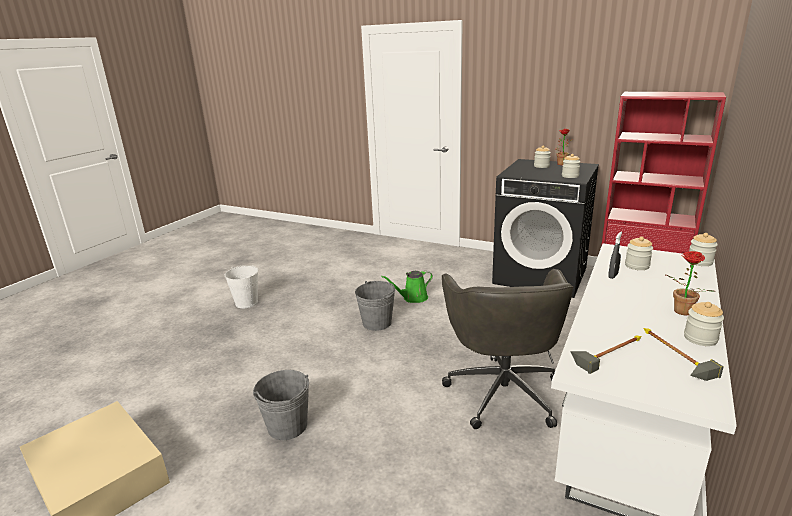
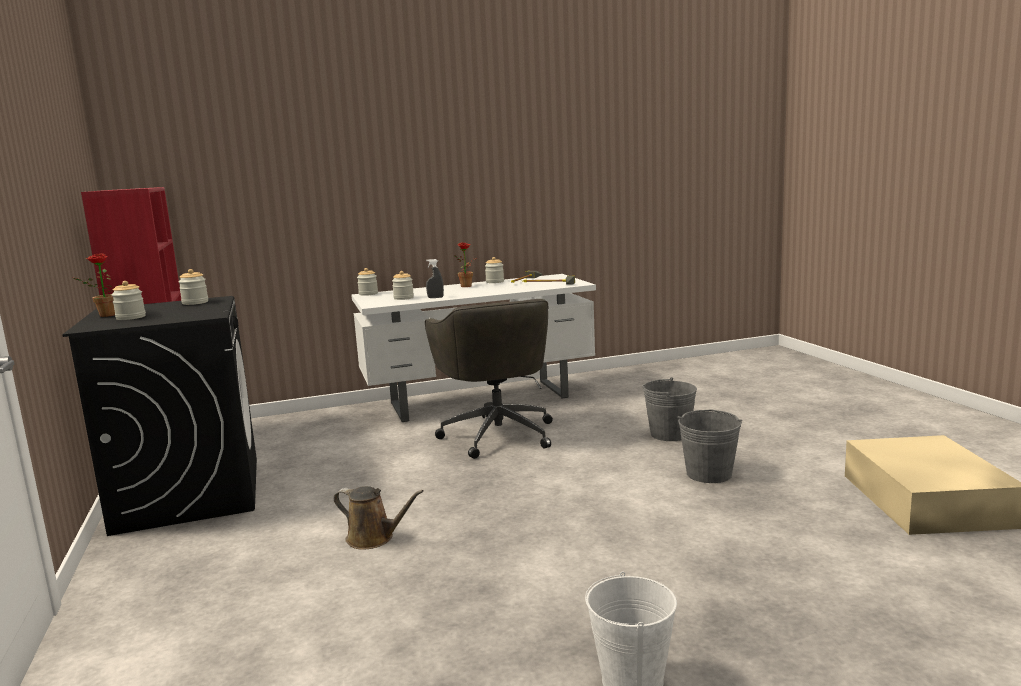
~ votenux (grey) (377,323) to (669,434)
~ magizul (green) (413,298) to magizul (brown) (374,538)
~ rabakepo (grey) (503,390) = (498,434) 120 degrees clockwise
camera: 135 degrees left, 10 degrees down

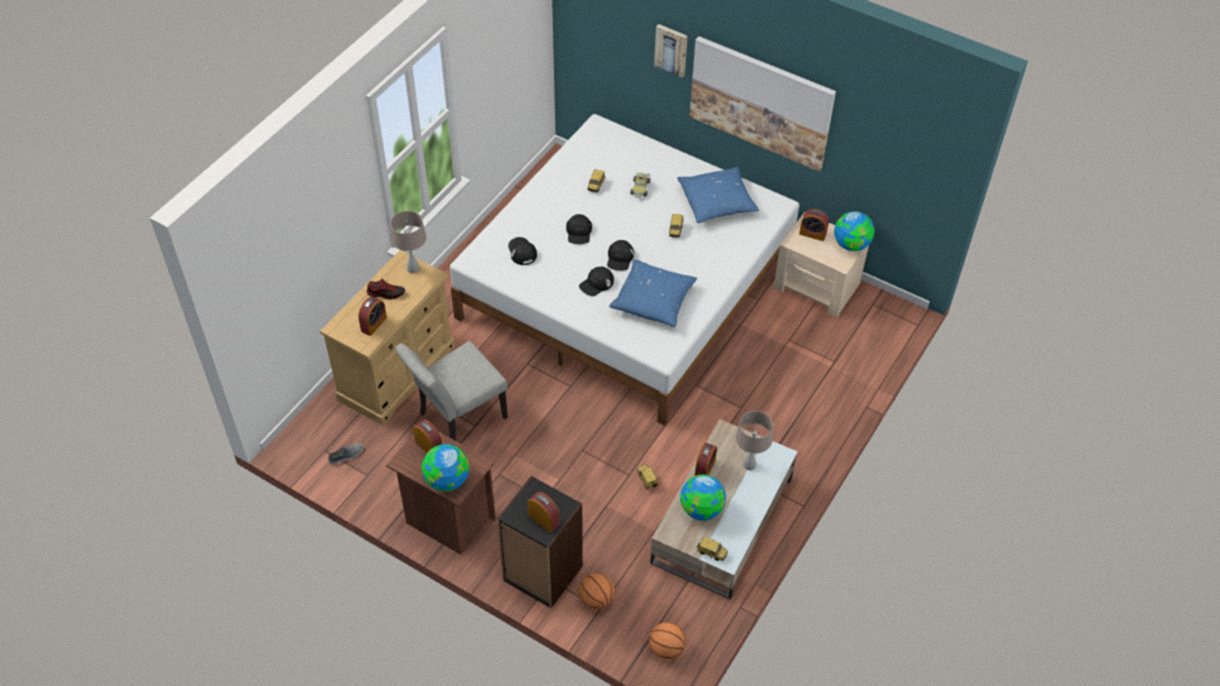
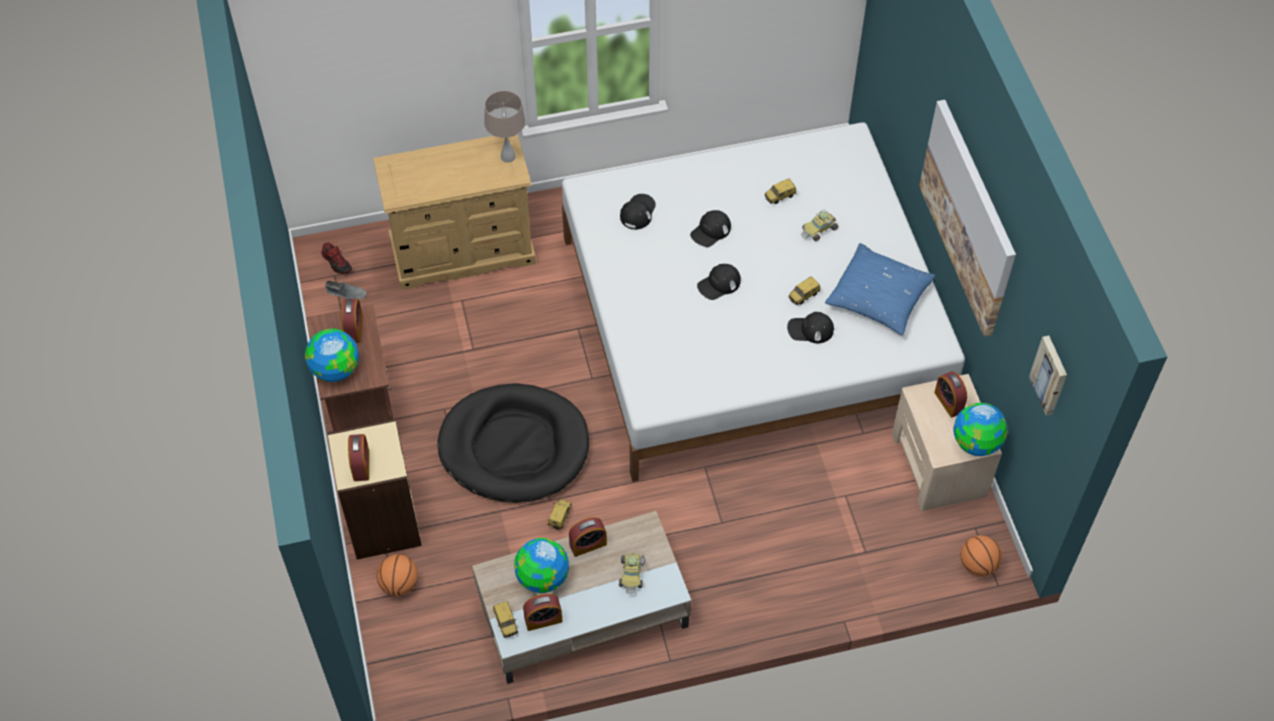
- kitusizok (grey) (457,418)
- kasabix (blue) (653,300)
+ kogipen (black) (514,447)
~ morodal (374,324) to (543,619)
~ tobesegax (386,293) to (337,262)
~ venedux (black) (596,283) to (810,329)
~ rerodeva (666,648) to (977,565)
~ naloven (671,49) to (1050,375)
~ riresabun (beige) (749,464) to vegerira (632,574)
~ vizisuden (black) (542,573) to vizisuden (beige) (382,524)
camera: 45 degrees right, 5 degrees up

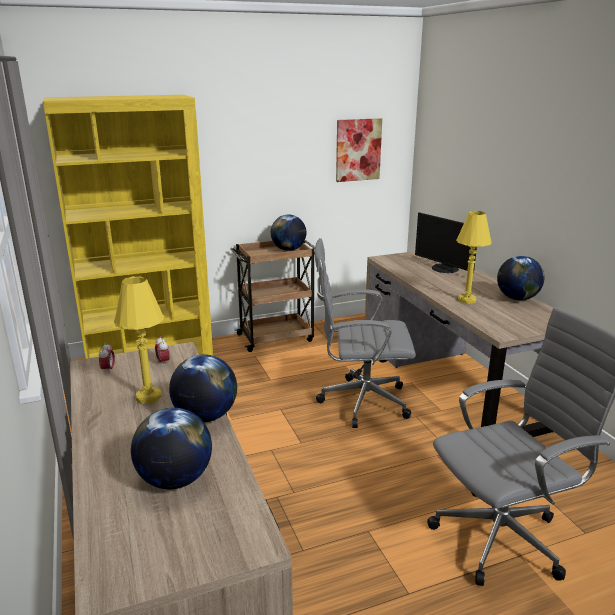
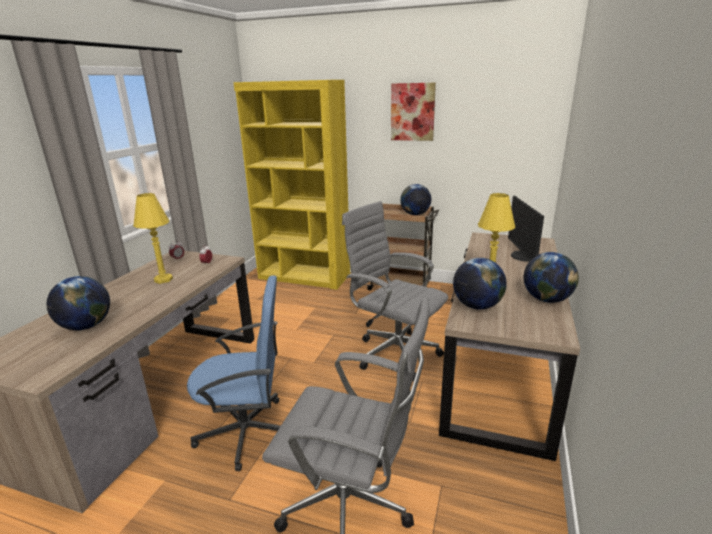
+ rabakepo (blue) (247,431)
~ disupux (205,416) to (477,306)
~ naloven (358,150) to (412,112)
camera: 40 degrees right, 0 degrees up

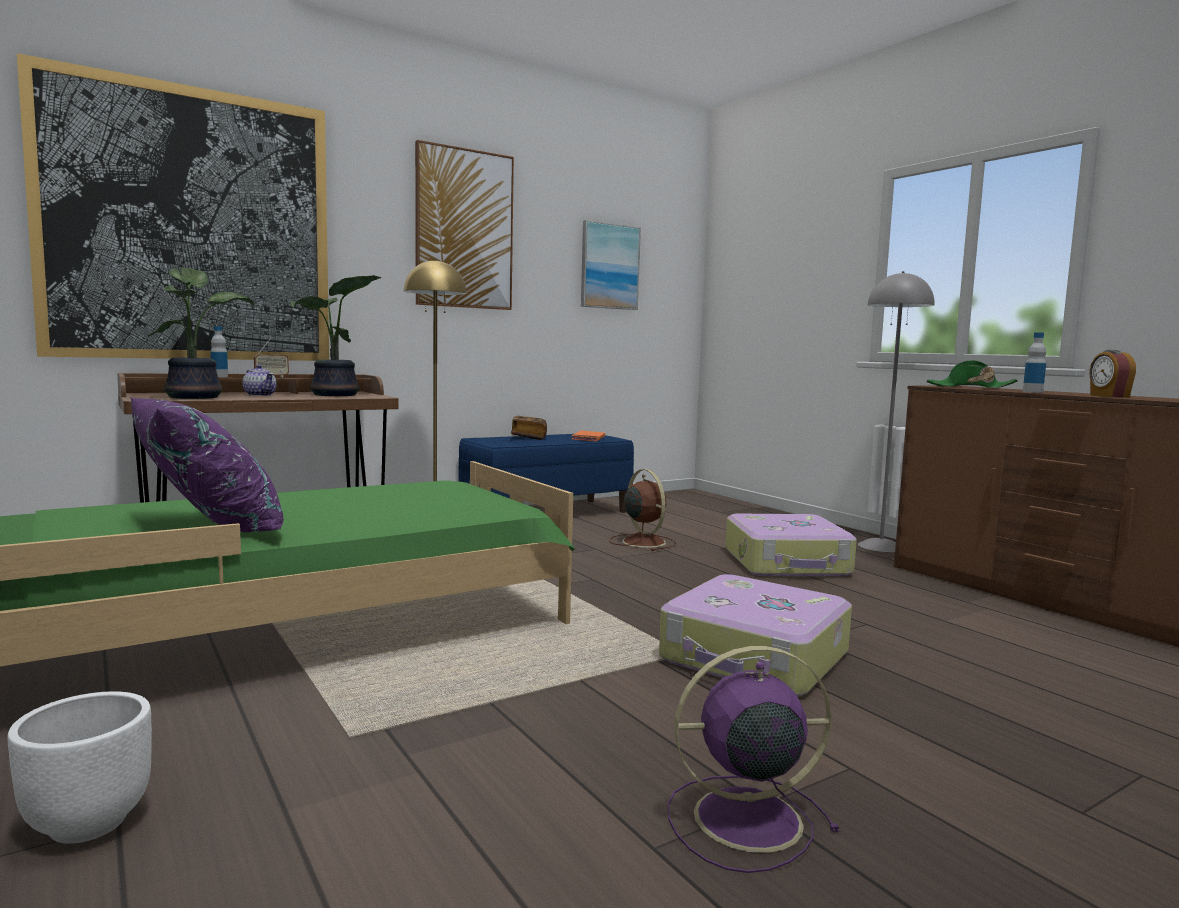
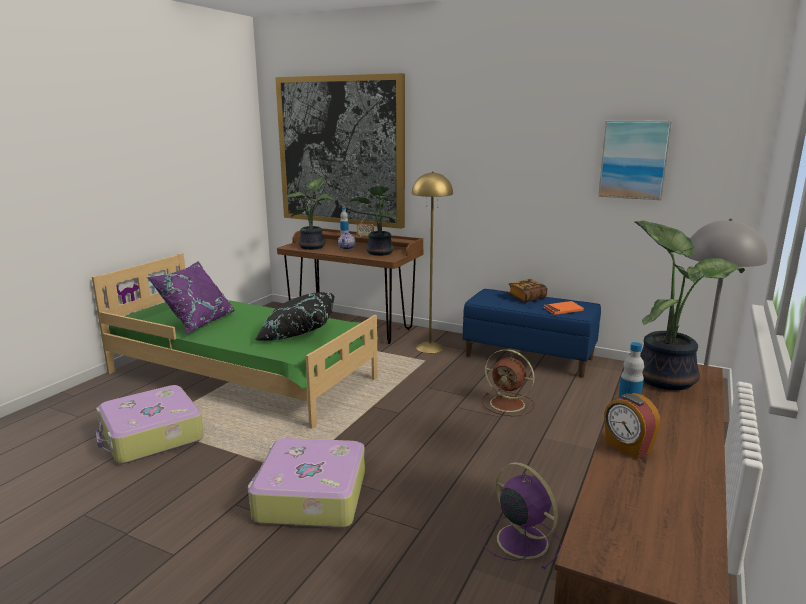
- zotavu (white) (87,823)
- naloven (464,229)
+ kasabix (black) (297,333)
~ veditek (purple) (742,819) to (520,540)
~ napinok (787,563) to (151,436)
~ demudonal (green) (970,387) to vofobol (665,378)
~ veditek (brown) (642,541) = (509,404) 90 degrees clockwise
~ morodal (1108,396) = (627,447) 90 degrees counterclockwise
camera: 60 degrees right, 10 degrees up

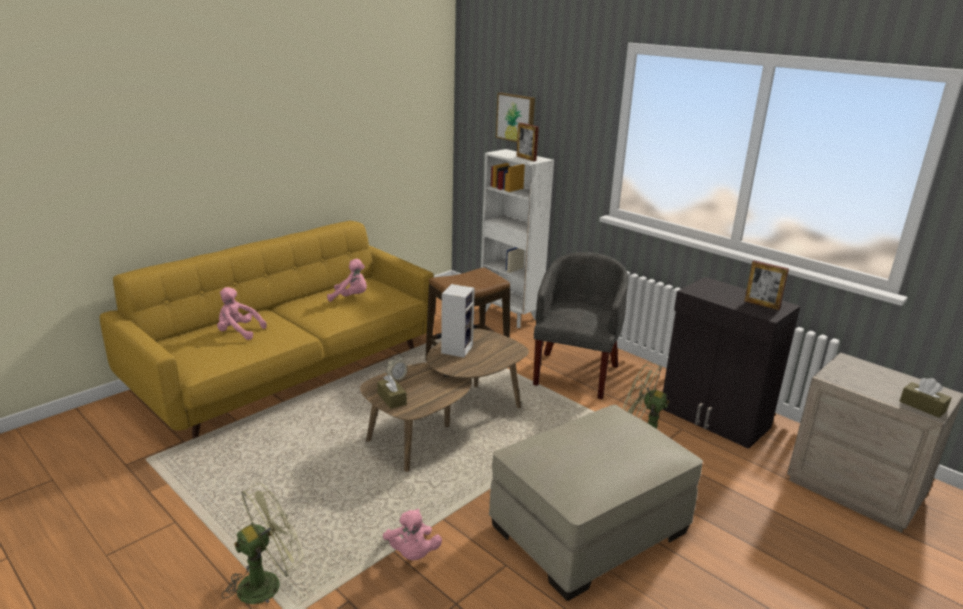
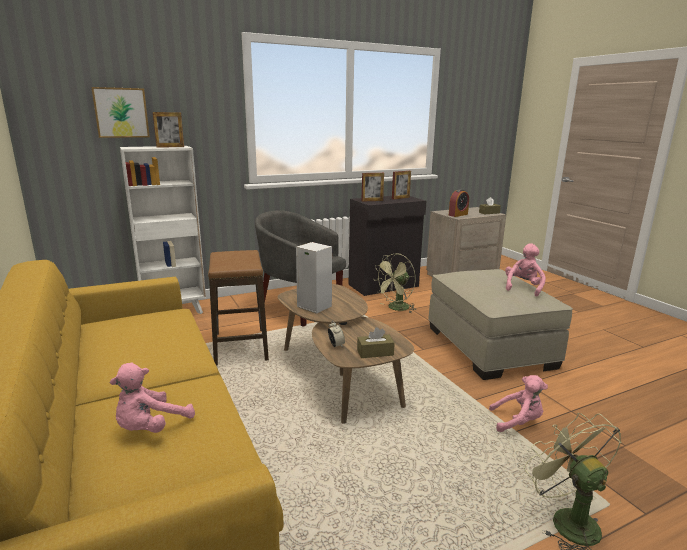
+ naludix (372,200)
+ morodal (458,215)
~ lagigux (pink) (351,297) to (523,287)
camera: 70 degrees left, 5 degrees down

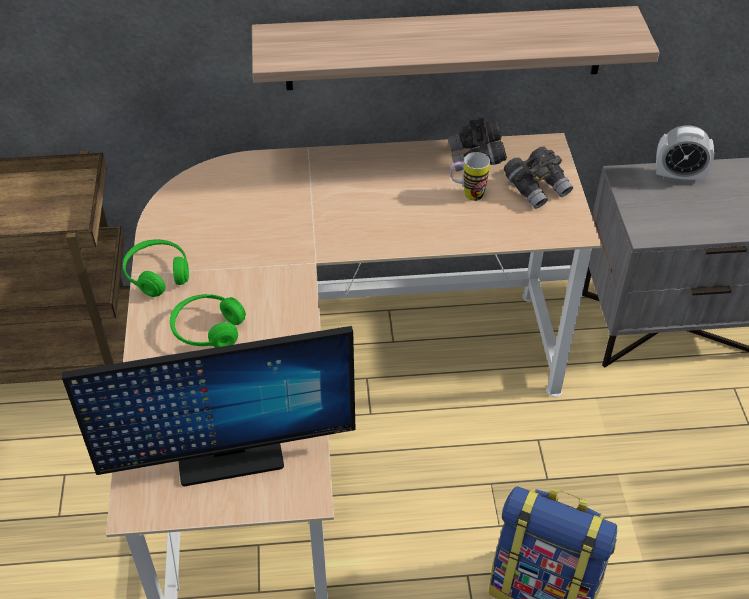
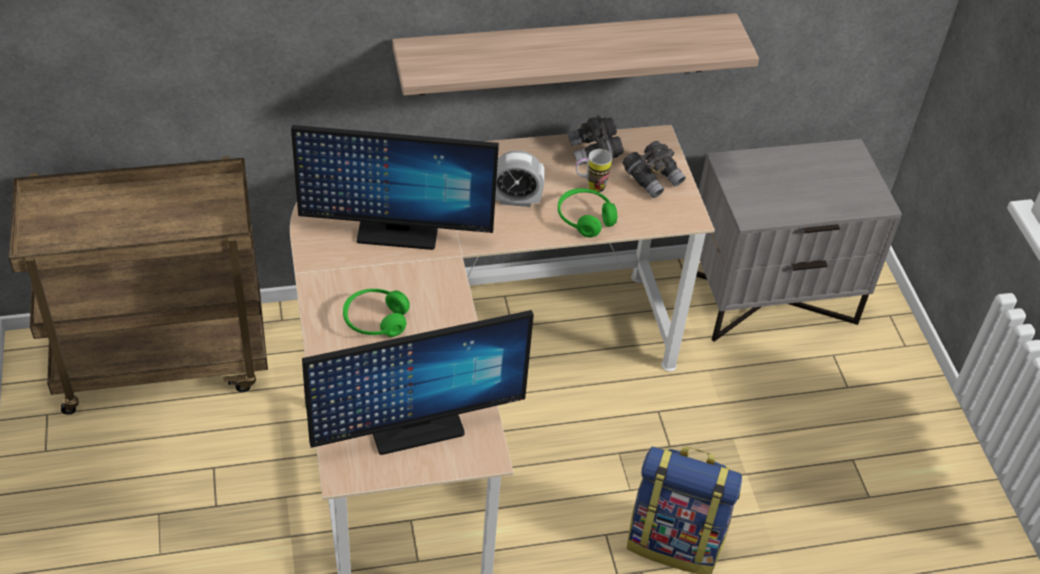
+ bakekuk (397,232)
~ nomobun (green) (158,274) to (585,218)
~ morodal (678,176) to (515,200)
camera: 10 degrees left, 0 degrees up

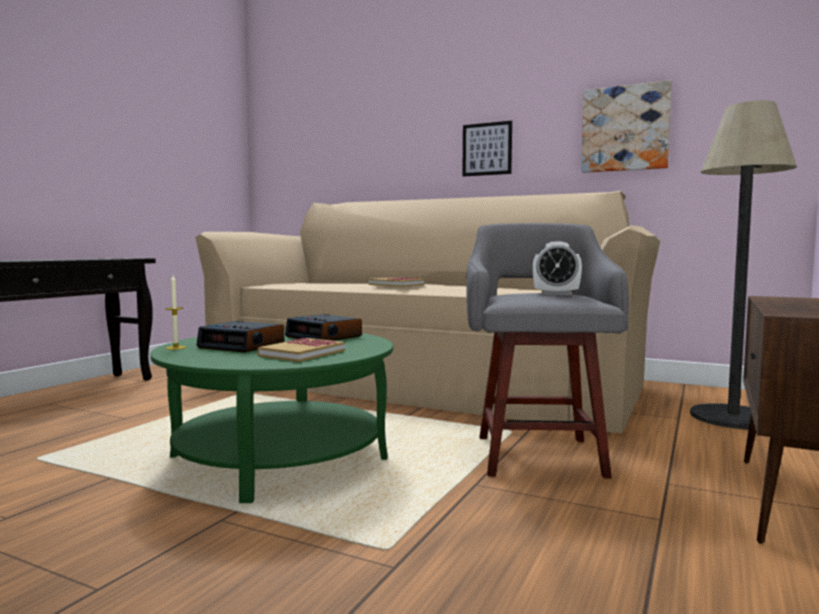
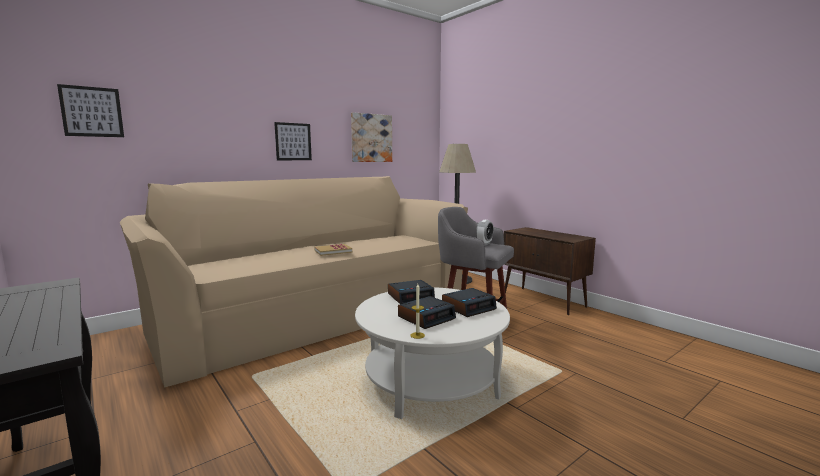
+ naloven (92,112)
~ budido (302,353) to morodal (468,307)
~ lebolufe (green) (279,458) to lebolufe (white) (431,380)
camera: 65 degrees left, 5 degrees up

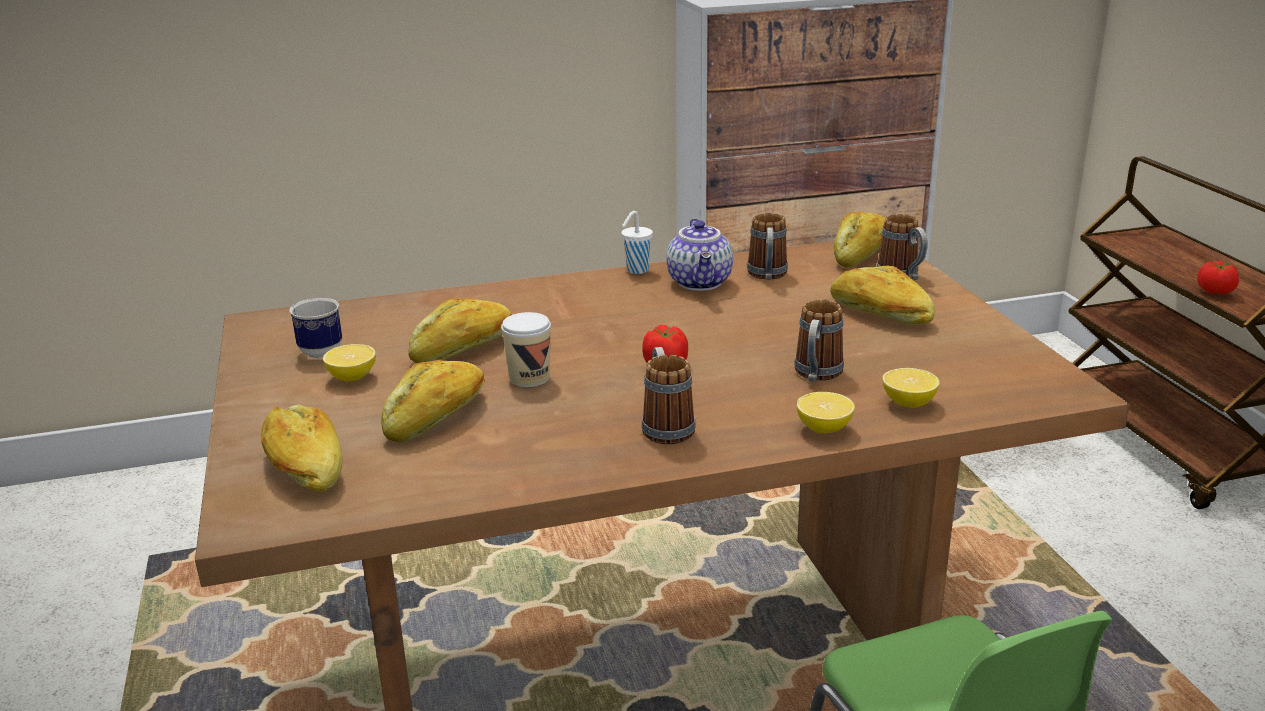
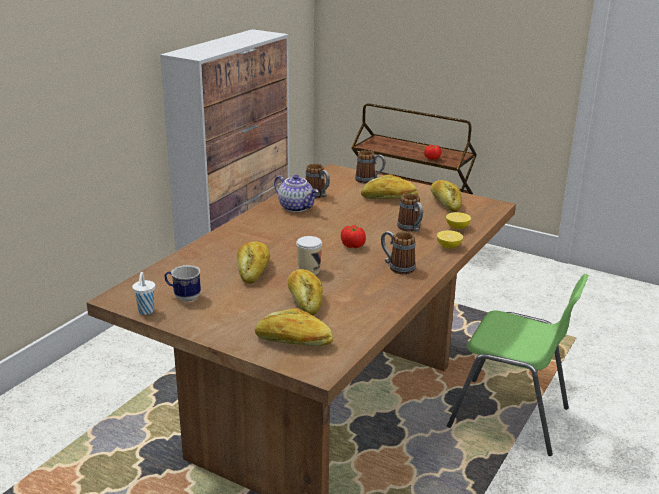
- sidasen (352,377)
~ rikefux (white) (636,271) to (146,311)
~ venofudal (862,254) to (445,203)
camera: 45 degrees left, 0 degrees up

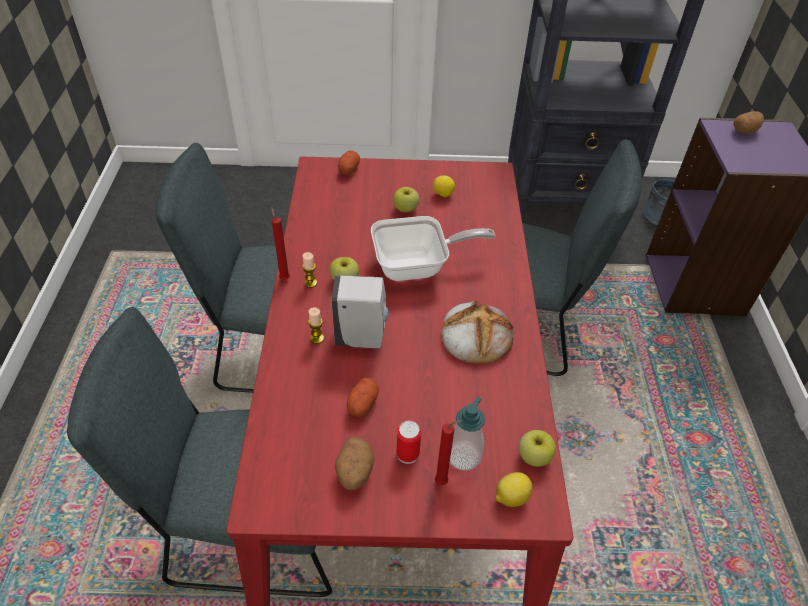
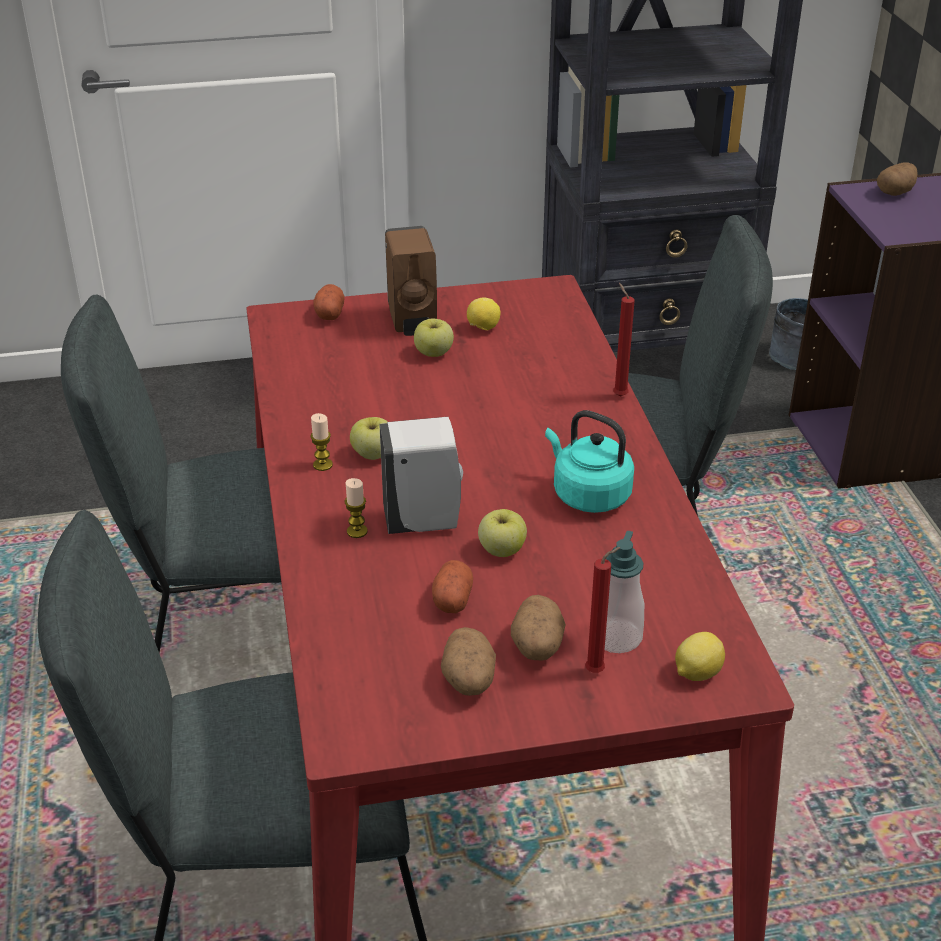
- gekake (417,267)
+ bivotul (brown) (412,322)
~ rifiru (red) (284,278) to (618,395)
~ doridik (534,457) to (501,550)
~ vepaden (407,454) to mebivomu (537,647)
~ venofudal (475,335) to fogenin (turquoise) (588,494)
camera: 10 degrees left, 10 degrees down

